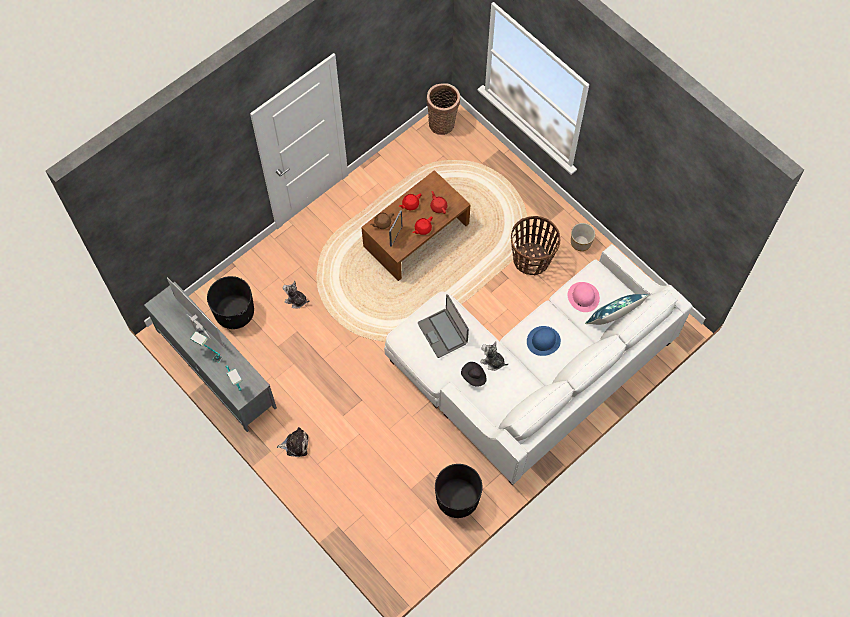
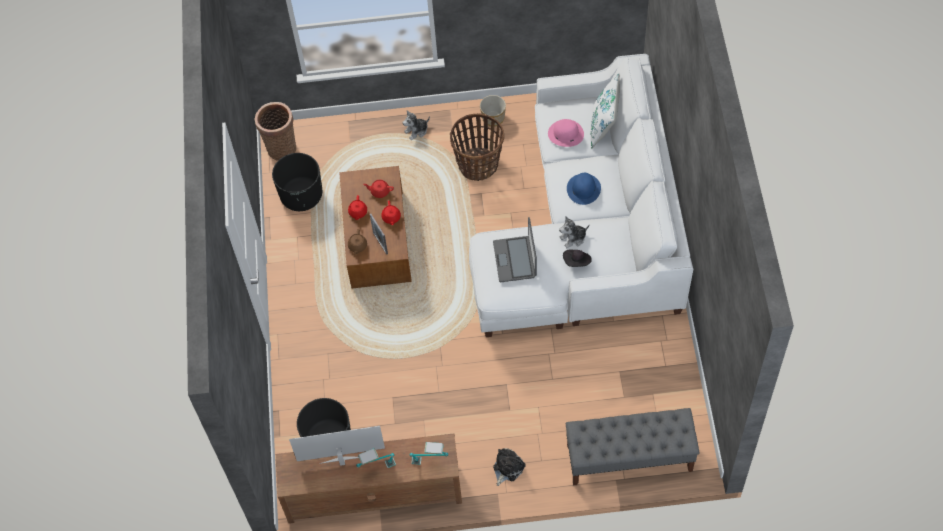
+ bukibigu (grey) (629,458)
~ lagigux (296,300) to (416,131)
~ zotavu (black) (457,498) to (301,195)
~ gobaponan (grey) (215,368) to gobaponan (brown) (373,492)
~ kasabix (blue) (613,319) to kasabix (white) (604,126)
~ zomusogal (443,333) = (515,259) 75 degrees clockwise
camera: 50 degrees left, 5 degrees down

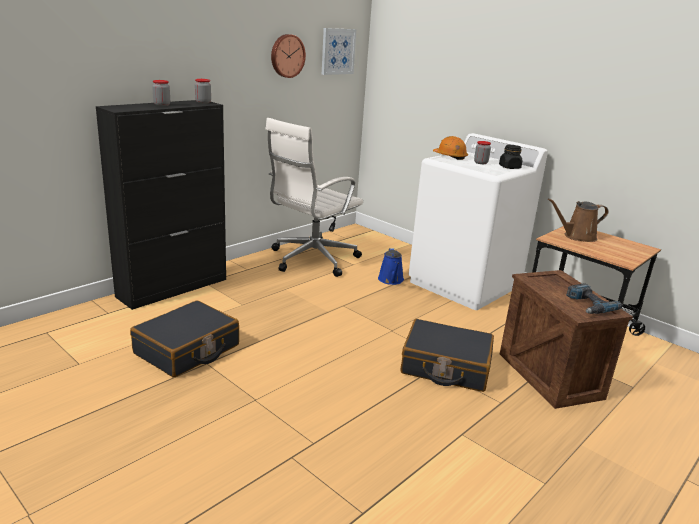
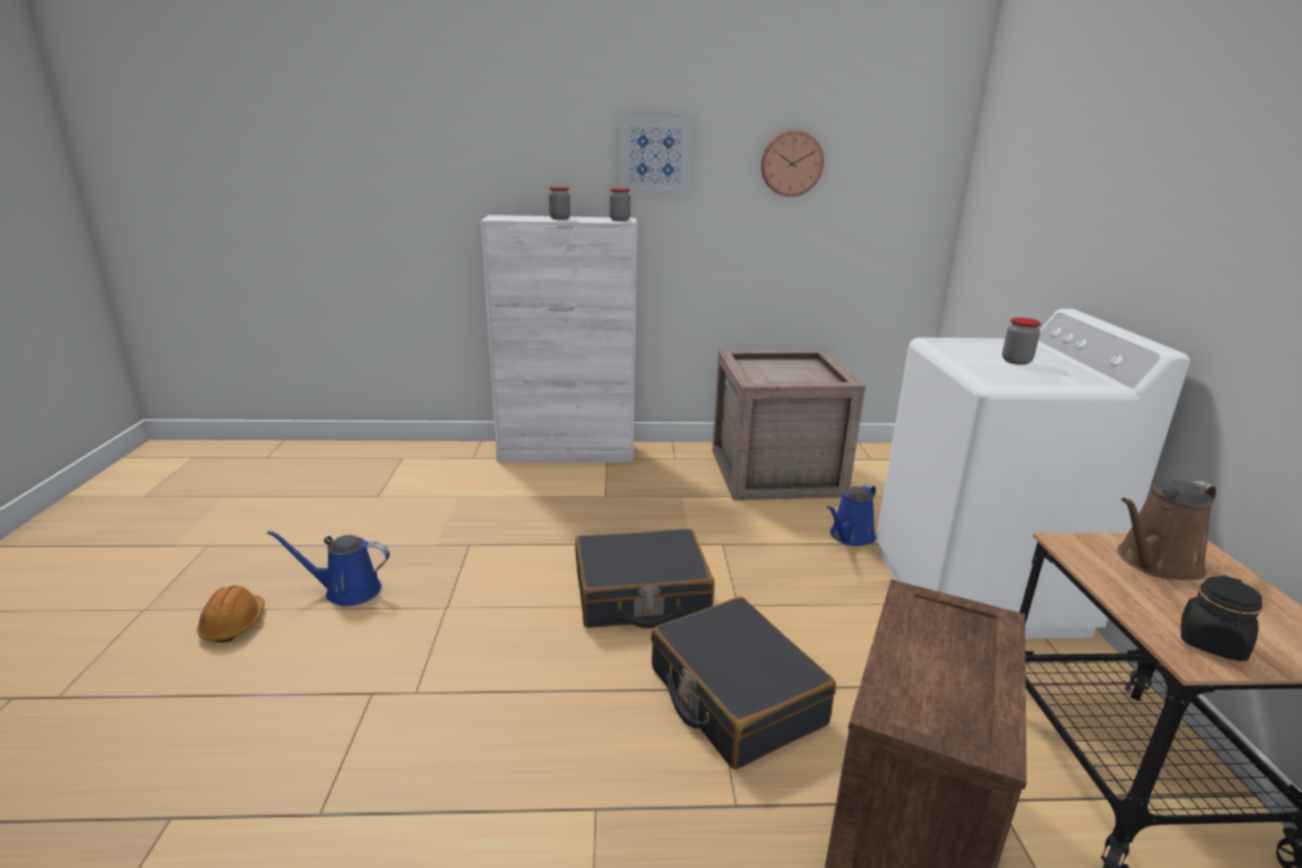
- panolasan (588,305)
+ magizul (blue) (347,591)
~ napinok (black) (187,350) to (641,595)
~ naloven (337,51) to (655,155)
~ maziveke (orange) (450,156) to (233,624)
~ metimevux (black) (509,167) to (1211,642)
~ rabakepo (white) (311,259) to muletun (773,471)
~ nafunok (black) (173,288) to nafunok (white) (567,453)
~ magizul (brown) (577,237) = (1154,563) 60 degrees counterclockwise
camera: 45 degrees right, 0 degrees up

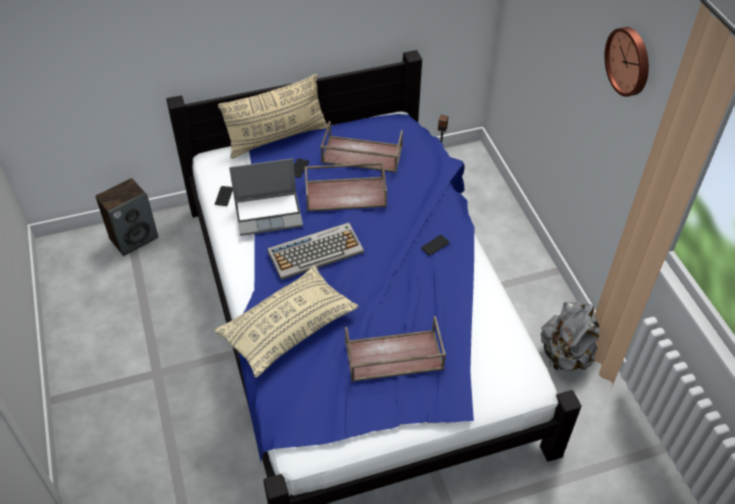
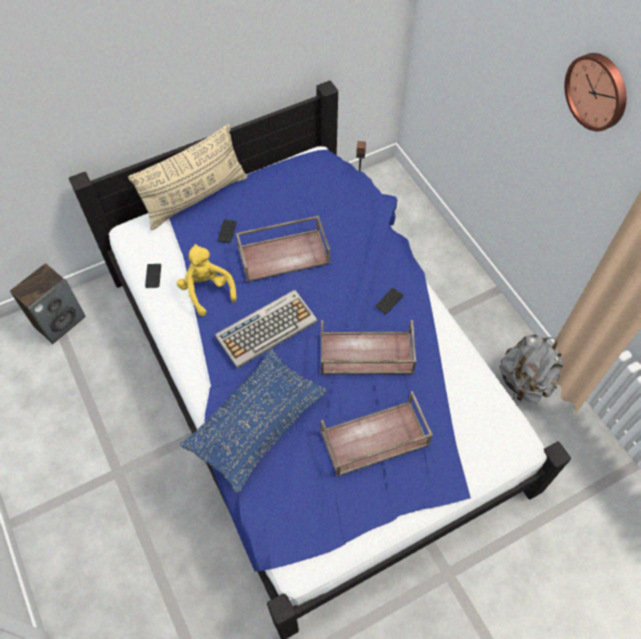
~ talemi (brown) (361,155) to (365,354)
~ zomusogal (269,214) to lagigux (yellow) (207,290)
~ kasabix (beige) (288,328) to kasabix (blue) (256,424)
camera: 10 degrees left, 10 degrees up

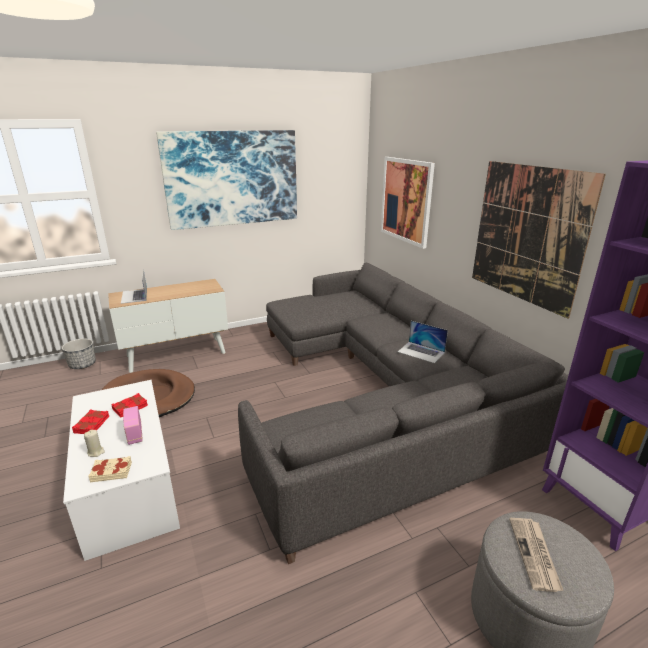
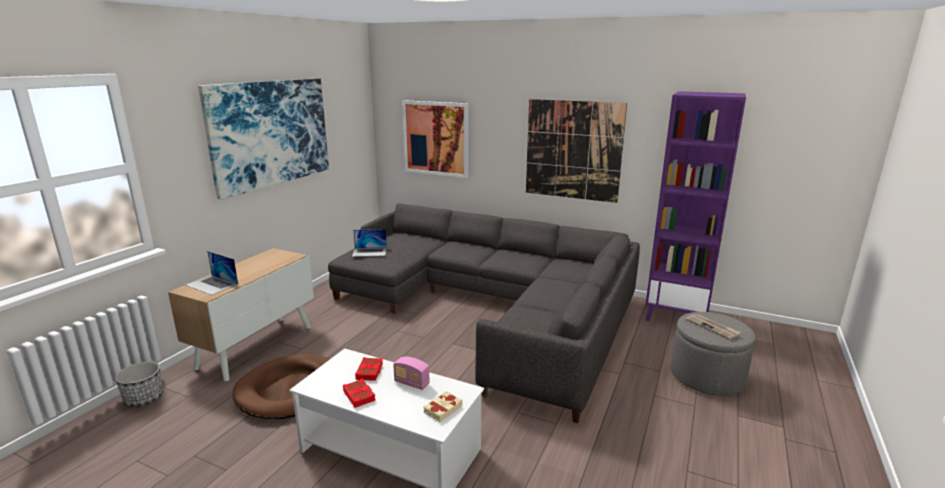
- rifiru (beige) (96,452)
~ zomusogal (421,352) to (369,252)
camera: 40 degrees left, 5 degrees down

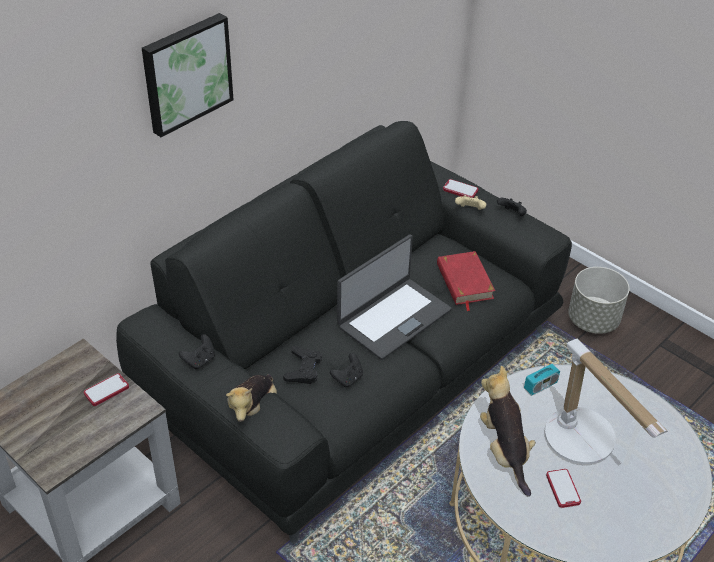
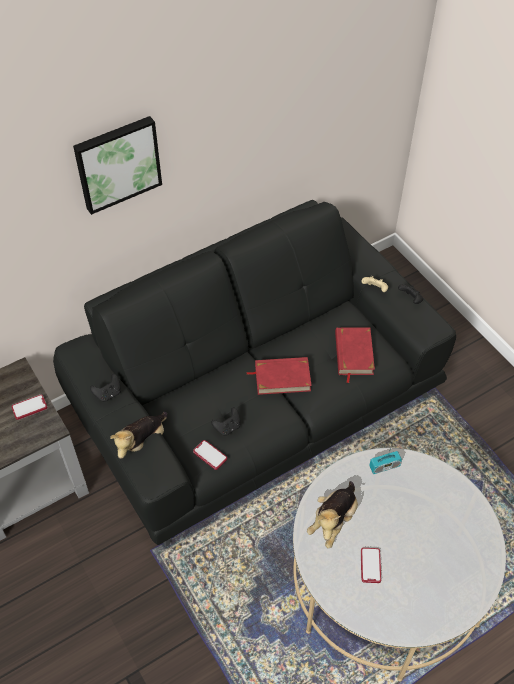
- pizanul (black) (303,369)
- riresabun (585,444)
- zotavu (grey) (592,320)
~ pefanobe (460,190) to (210,455)
~ zomusogal (393,318) to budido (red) (282,377)
~ lagigux (504,451) = (333,520) 150 degrees counterclockwise
camera: 15 degrees right, 10 degrees up

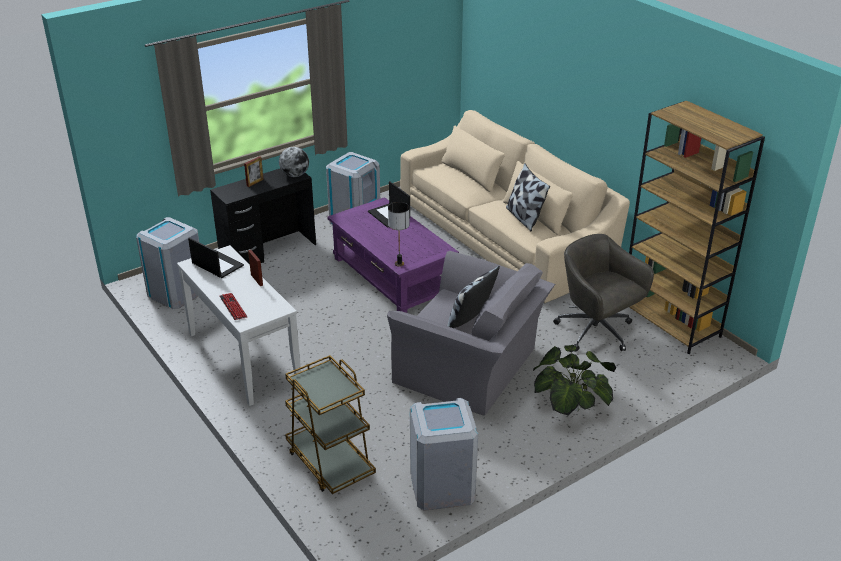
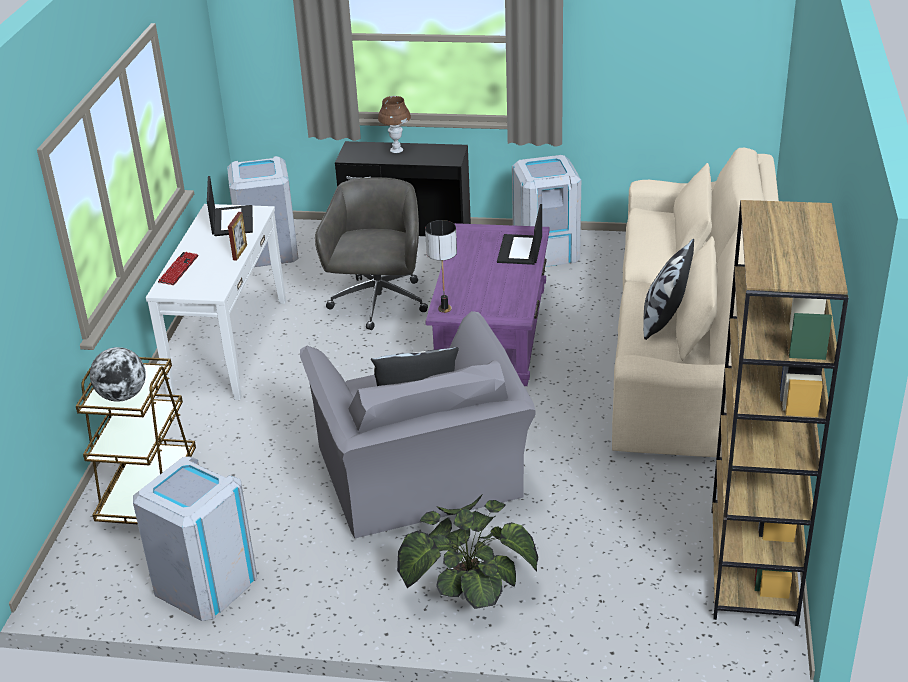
~ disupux (295,175) to (122,396)
~ rabakepo (grey) (596,332) to (378,304)
~ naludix (255,183) to riresabun (brown) (396,150)
camera: 45 degrees right, 0 degrees up

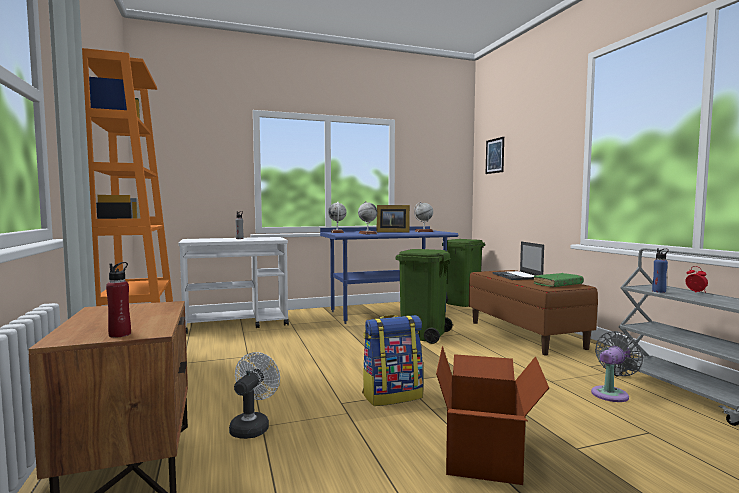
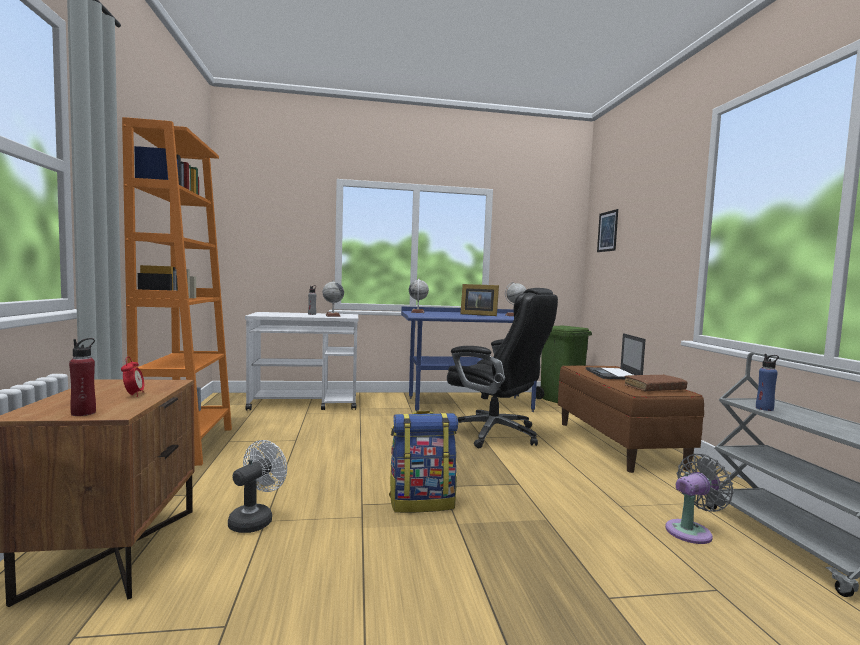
- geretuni (485,455)
~ disupux (367,233) to (333,315)
~ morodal (696,292) to (133,395)
~ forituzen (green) (423,335) to rabakepo (black) (496,434)
~ budido (green) (558,285) to budido (brown) (654,389)
camera: 10 degrees right, 0 degrees up

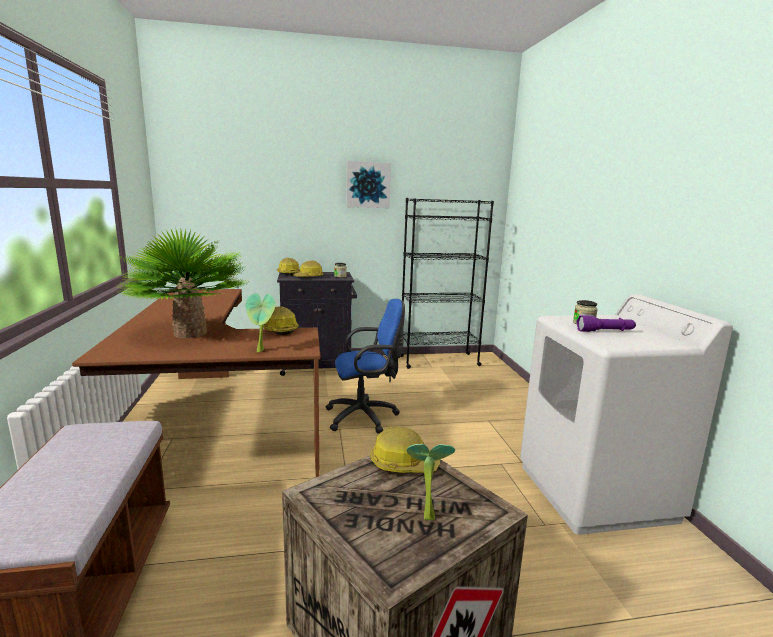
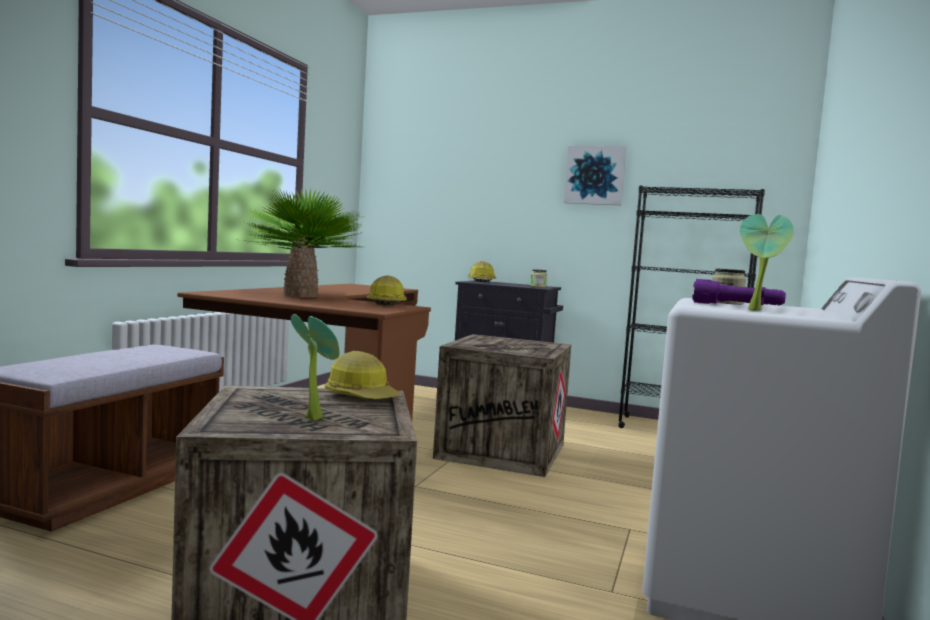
- maziveke (309,277)
~ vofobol (261,351) to (757,310)
~ rabakepo (blue) (365,417) to muletun (502,452)
camera: 30 degrees right, 10 degrees down

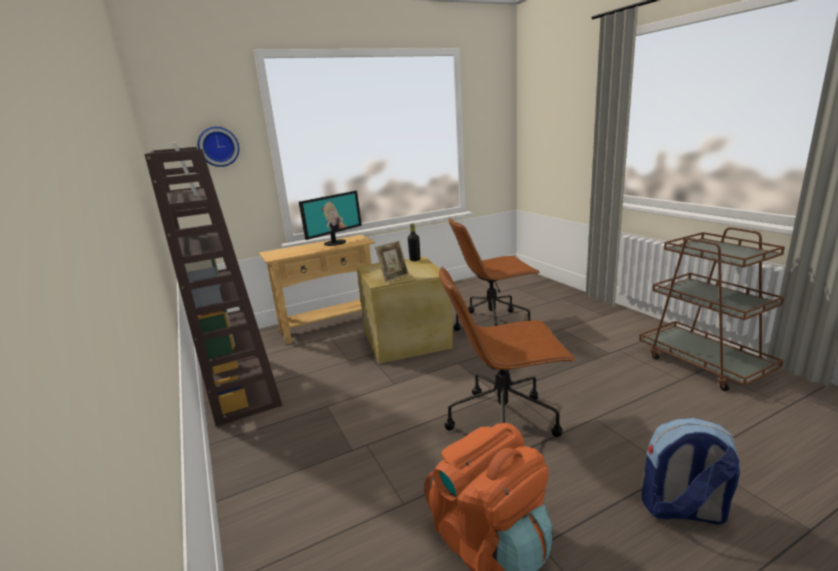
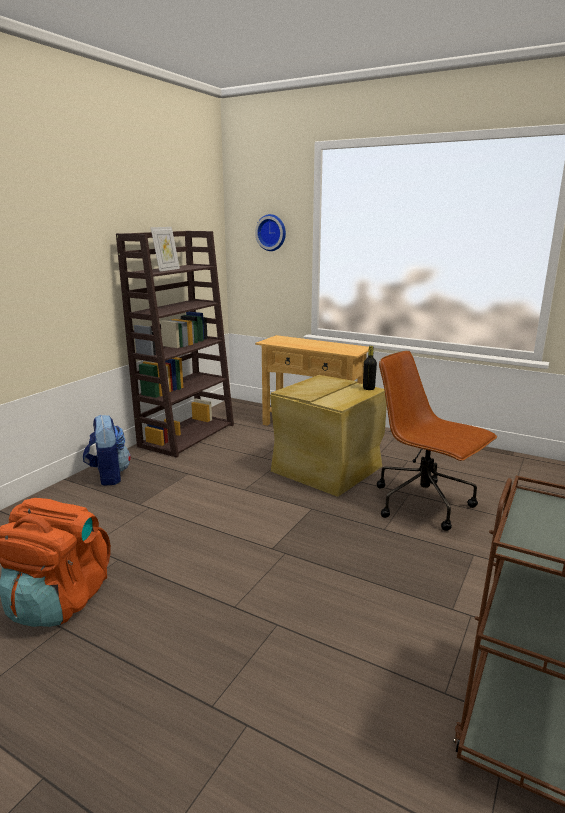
- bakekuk (335,242)
- naludix (393,277)
- rabakepo (brown) (504,421)
~ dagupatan (682,511) to (108,476)
camera: 55 degrees right, 0 degrees up

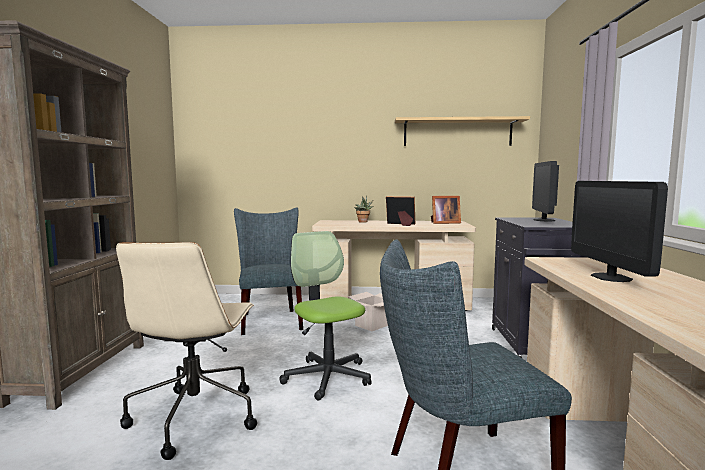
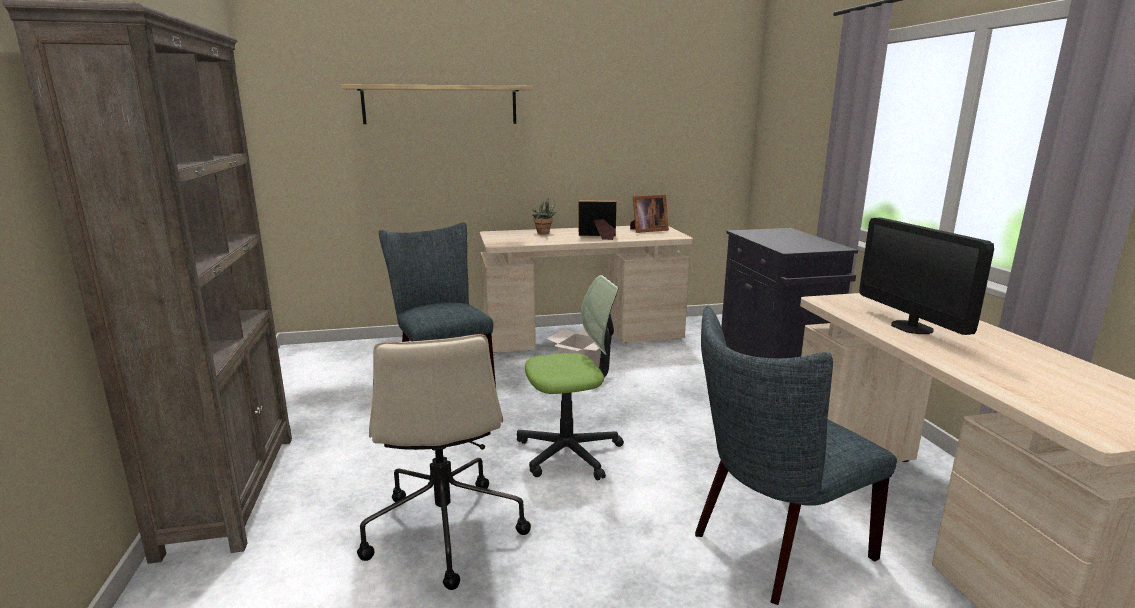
- bakekuk (544,220)
~ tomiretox (457,132) to (440,105)
~ rabakepo (327,377) = (569,452) 120 degrees clockwise
camera: 15 degrees left, 10 degrees up

